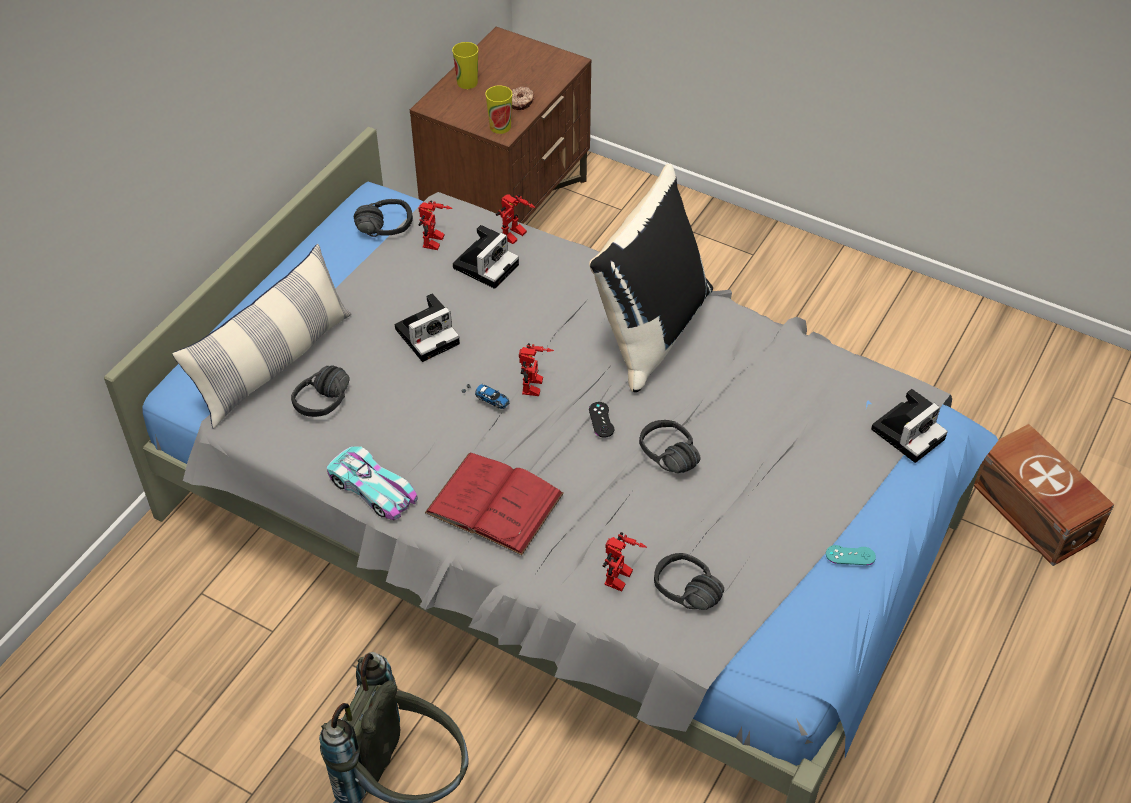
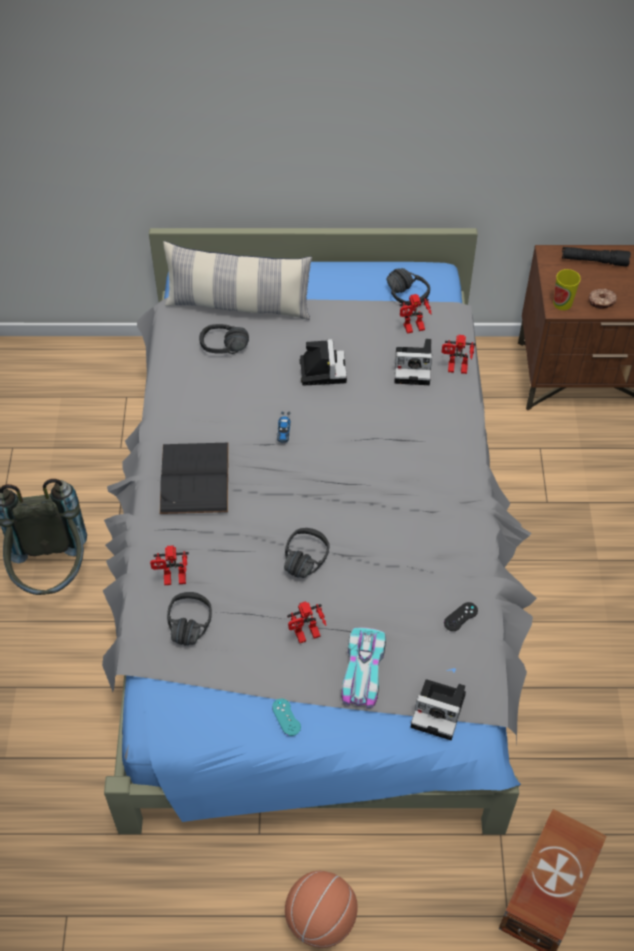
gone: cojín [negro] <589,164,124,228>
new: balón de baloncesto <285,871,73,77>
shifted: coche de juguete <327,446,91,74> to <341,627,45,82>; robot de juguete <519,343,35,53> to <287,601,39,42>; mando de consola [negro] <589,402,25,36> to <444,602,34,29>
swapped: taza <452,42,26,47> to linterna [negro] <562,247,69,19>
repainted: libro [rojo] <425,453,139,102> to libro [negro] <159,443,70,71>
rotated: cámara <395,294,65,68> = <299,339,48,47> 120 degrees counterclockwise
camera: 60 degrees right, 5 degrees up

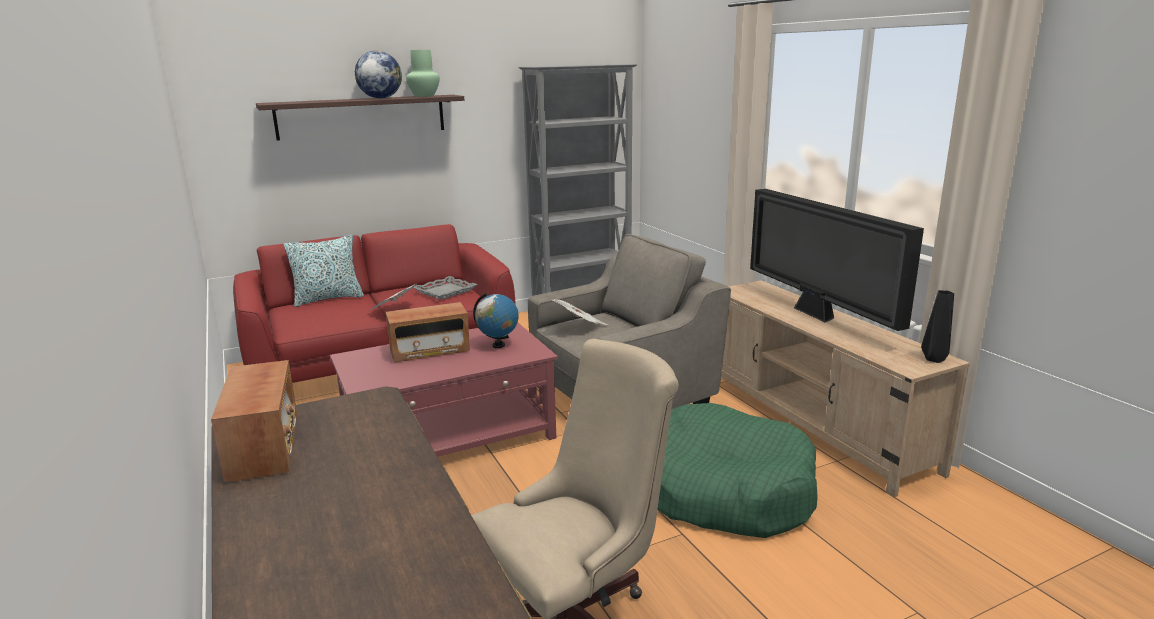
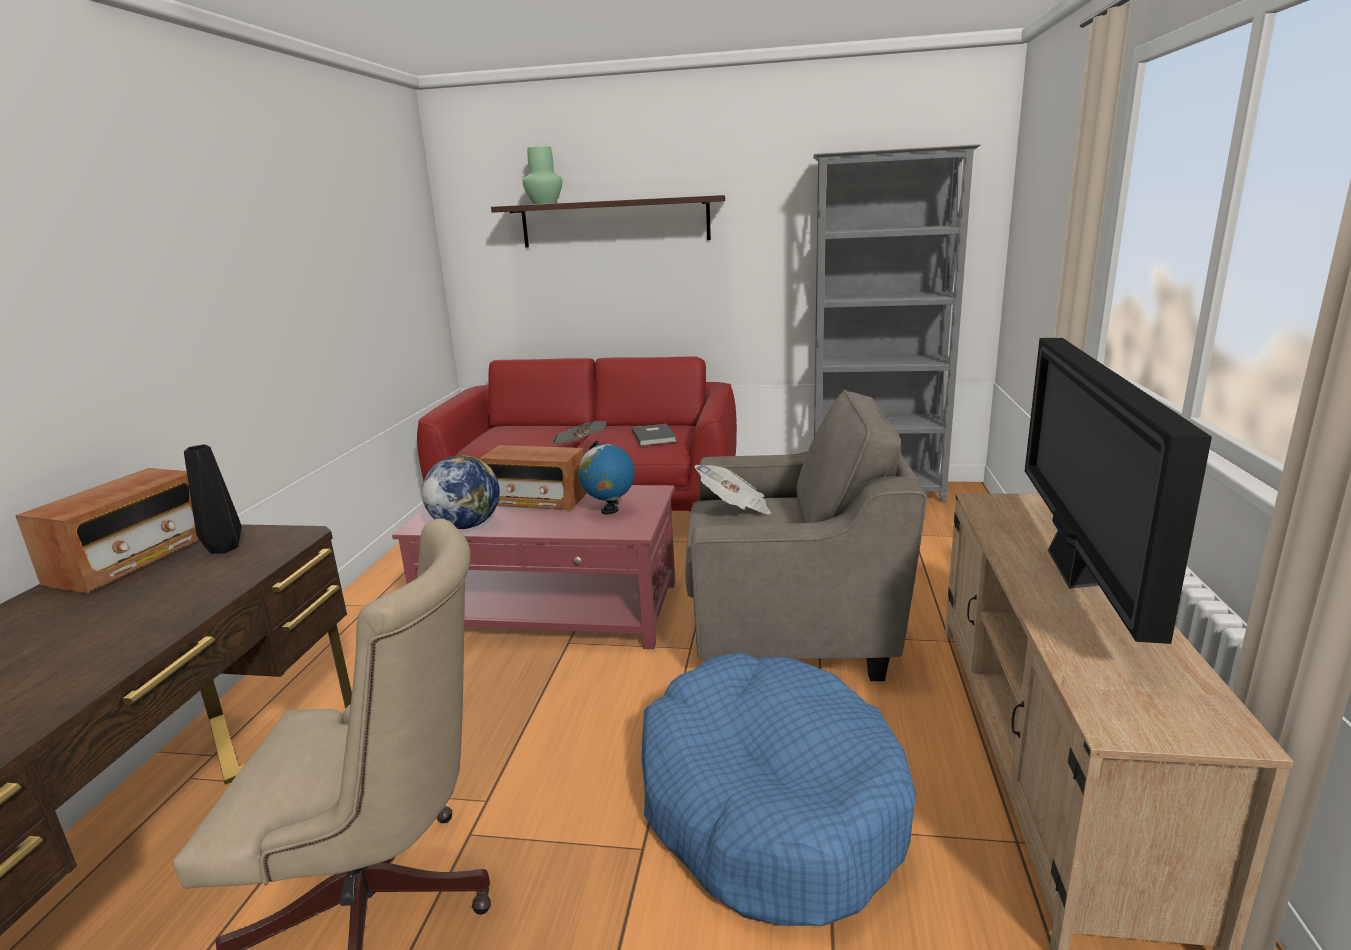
gone: cojín <283,235,81,72>
shifted: globo terráqueo <355,51,47,48> to <422,455,78,74>; florero [verde] <406,50,34,47> to <522,146,40,58>; florero [negro] <921,290,33,73> to <184,444,58,110>
swapped: bandeja [gris] <413,276,64,24> to libro [gris] <631,424,46,22>
repainted: cama para perro [verde] <657,403,161,135> to cama para perro [azul] <641,653,275,273>
camera: 35 degrees right, 0 degrees up

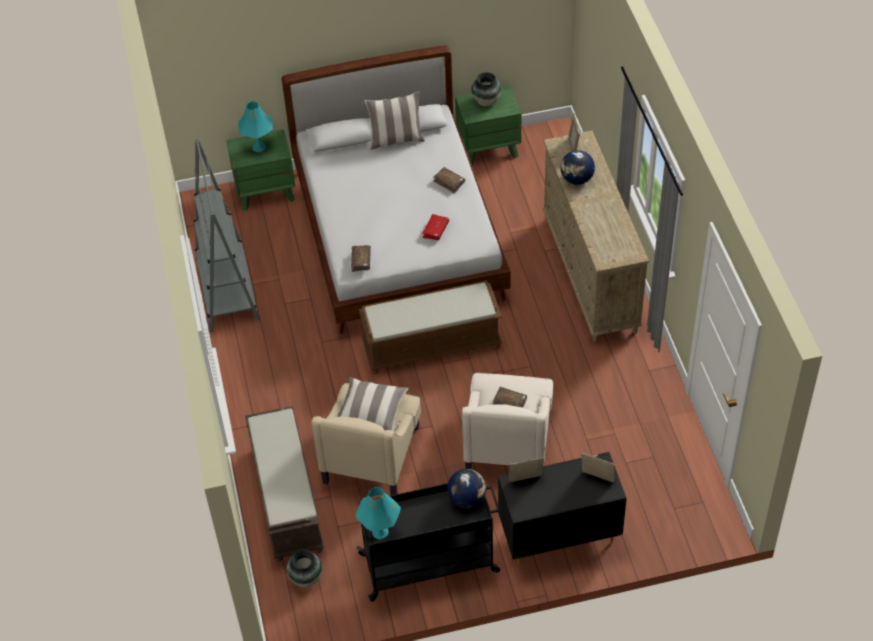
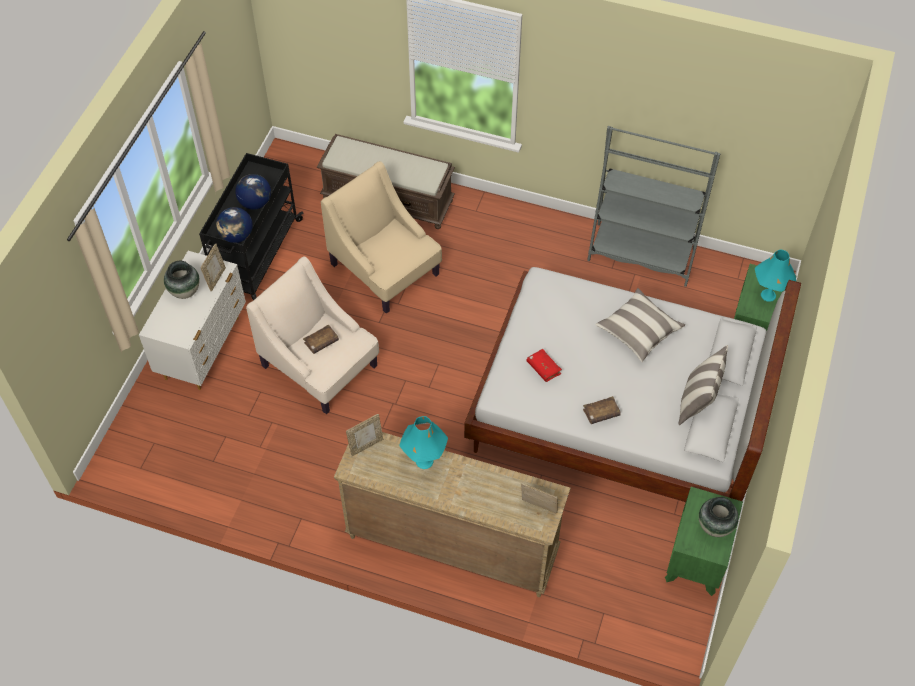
gone: libro [marrón] <351,245,20,27>; banco [marrón] <359,280,143,94>
shifted: florero <287,550,36,37> to <164,261,36,38>; cojín <337,377,72,55> to <595,288,90,74>; lámpara de mesa [turquesa] <356,487,45,52> to <399,416,49,53>; globo terráqueo <560,150,35,35> to <235,174,36,36>; portarretratos <582,452,33,31> to <346,414,37,42>
repainted: cómoda [negro] <498,452,129,113> to cómoda [blanco] <139,251,107,139>
camera: 120 degrees right, 5 degrees up

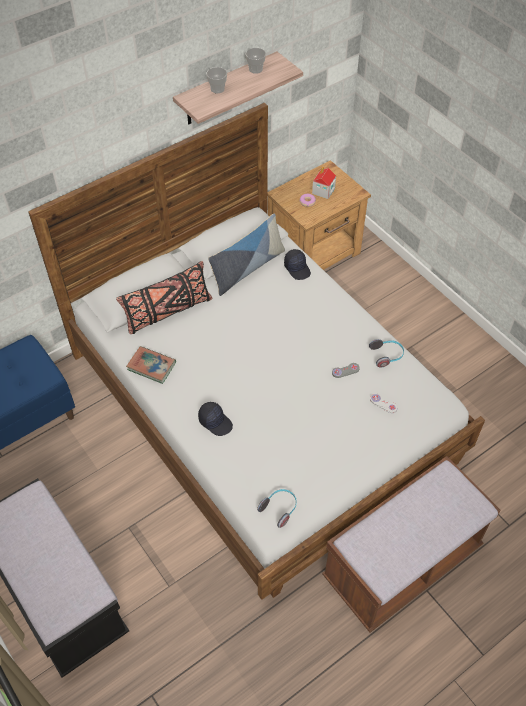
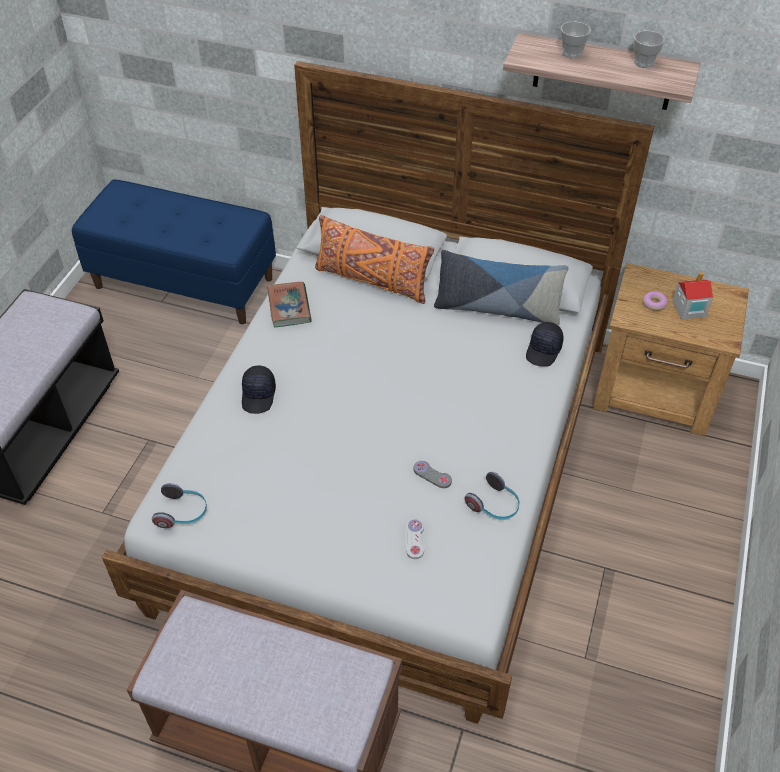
repainted: cojín [negro] <116,261,96,73> to cojín [naranja] <315,215,119,89>
camera: 55 degrees right, 5 degrees down

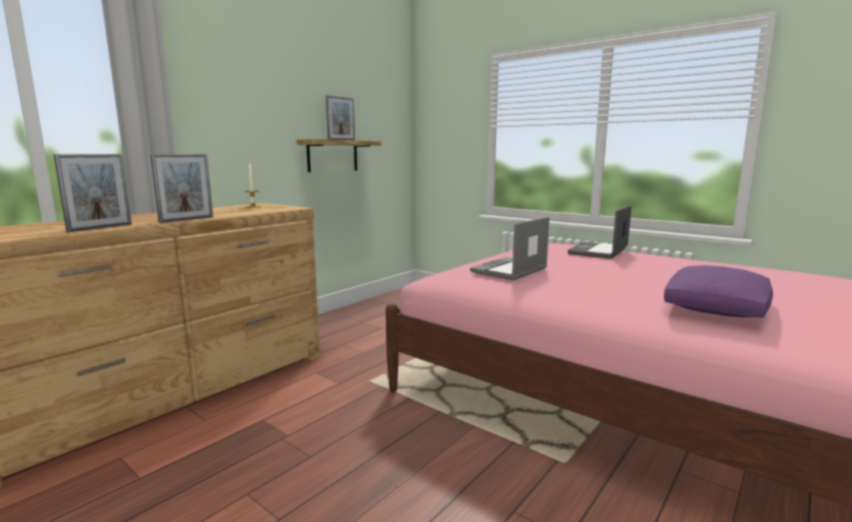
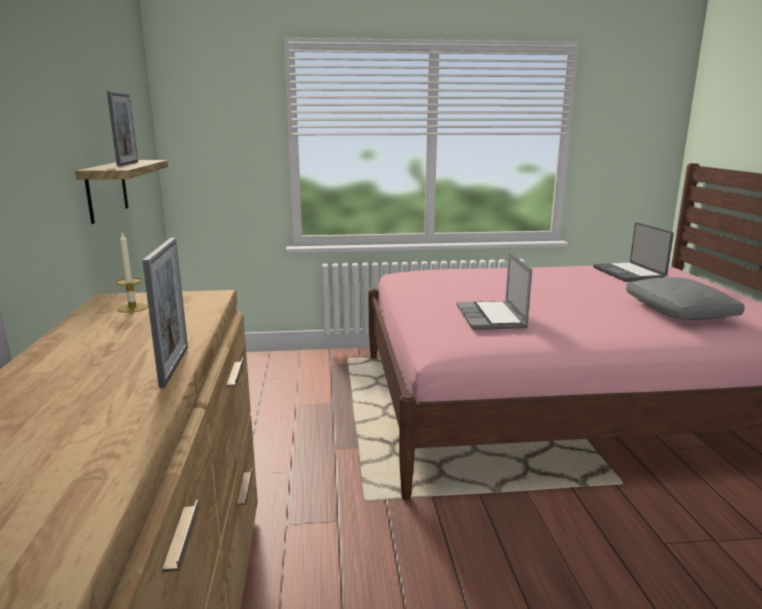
gone: portarretratos <53,154,79,78>
shifted: portátil <568,205,64,54> to <593,222,81,60>
repainted: cojín [morado] <664,265,109,53> to cojín [gris] <626,277,119,43>
camera: 45 degrees left, 5 degrees up

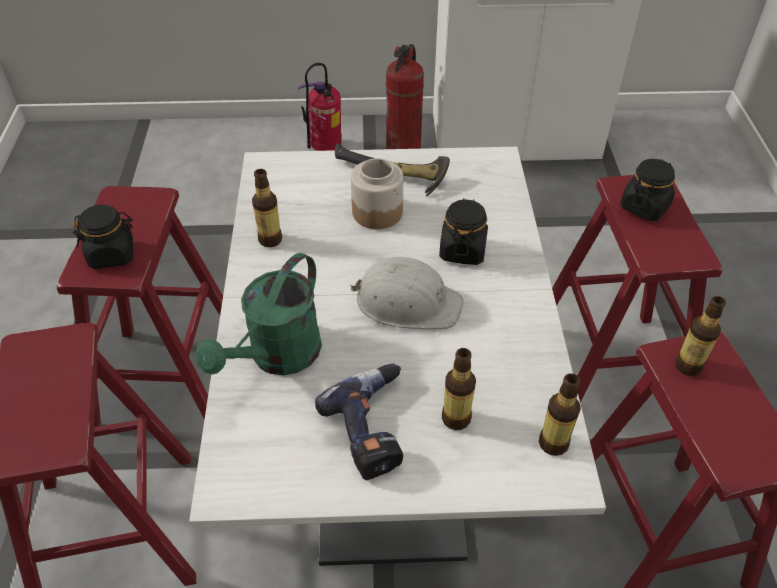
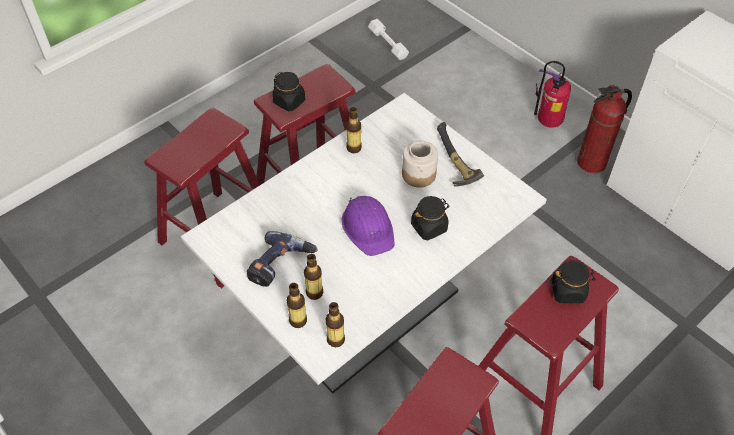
gone: regadera [verde] <196,253,126,122>
new: mancuerna [blanco] <368,19,41,41>
shifted: botella <675,296,51,80> to <286,283,21,45>
repainted: casco [blanco] <350,257,113,72> to casco [morado] <341,196,54,60>
camera: 50 degrees right, 5 degrees up

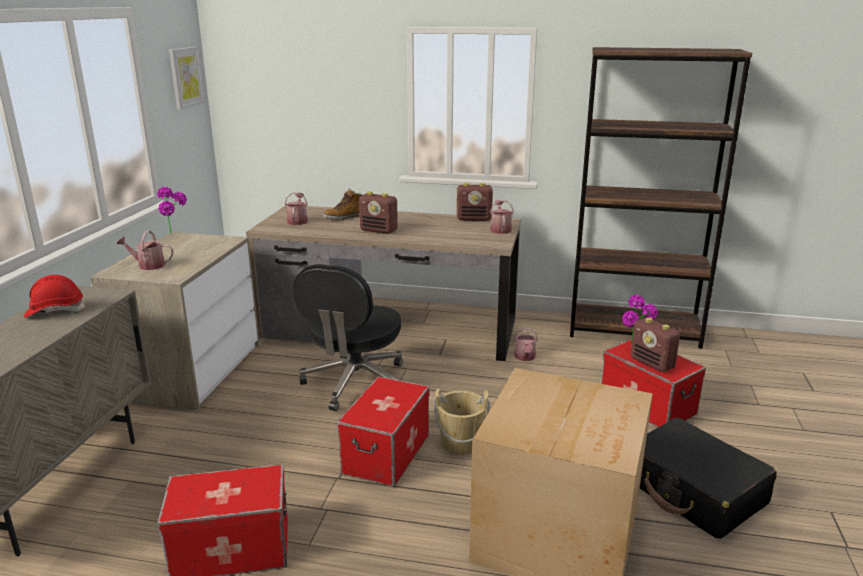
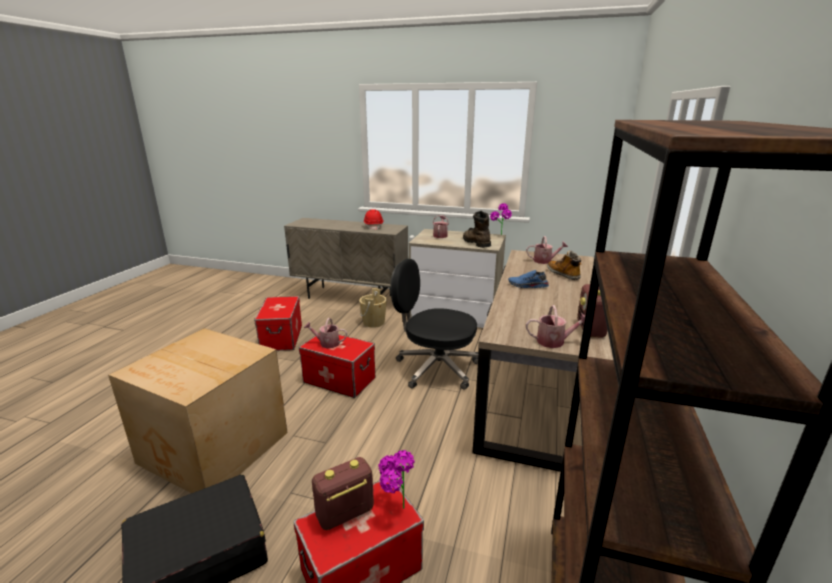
gone: cuadro <169,47,36,63>
new: bota [marrón] <463,211,28,37>
shifted: cubo [beis] <433,388,57,67> to <359,288,28,40>; regadera <514,328,24,33> to <304,318,43,30>
swapped: radio <359,191,39,43> to zapato [azul] <508,270,41,18>
camera: 95 degrees right, 0 degrees up

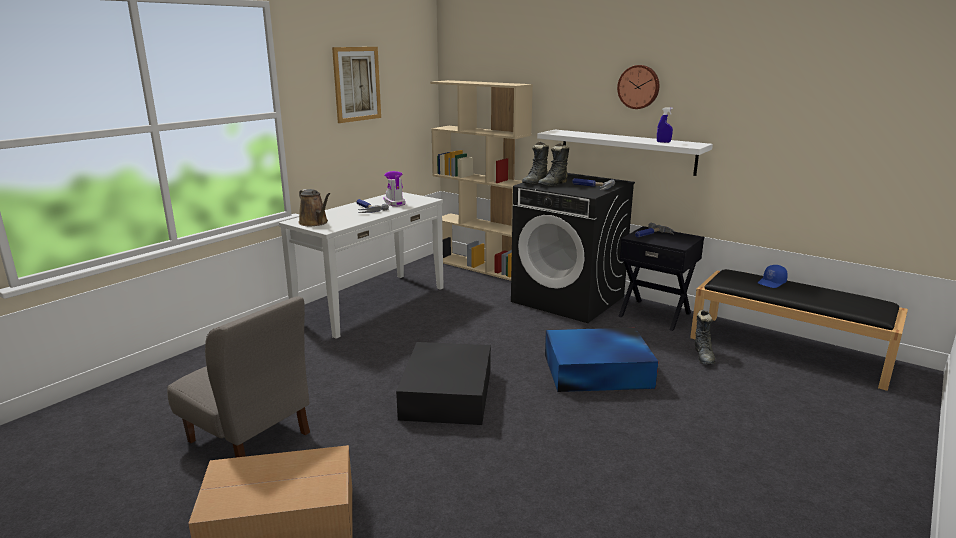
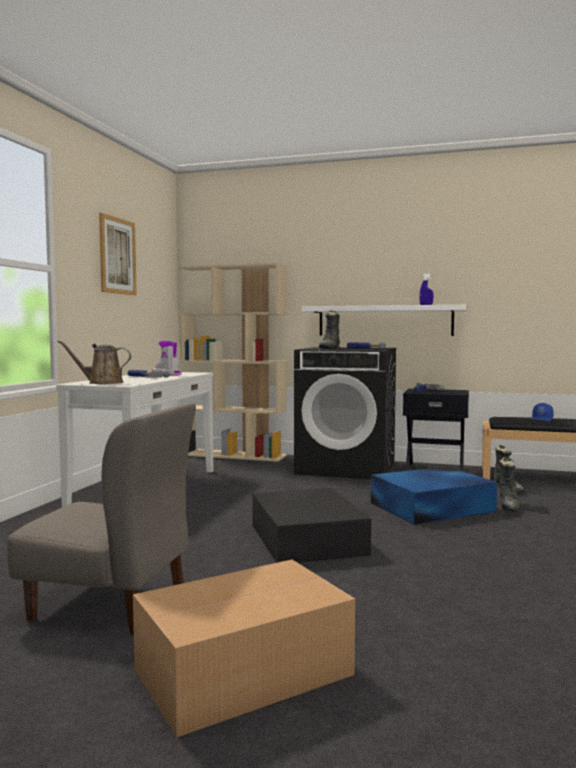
gone: reloj de pared <617,65,42,44>
shifted: bota [negro] <522,141,27,43> to <499,457,21,54>
rotated: regadera [marrón] <298,189,32,37> = <57,340,75,44> 150 degrees clockwise
camera: 20 degrees left, 15 degrees down

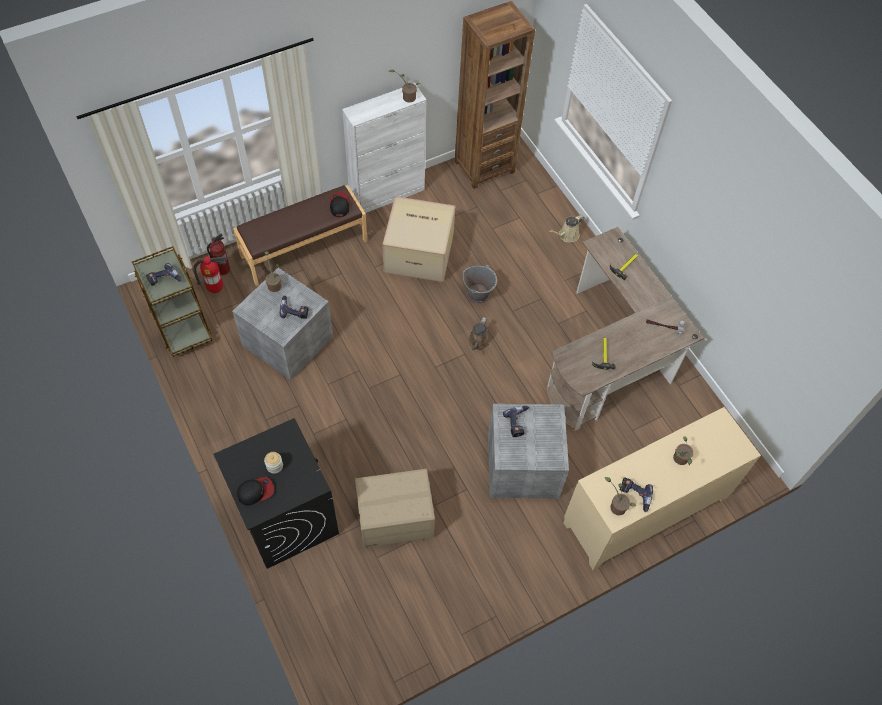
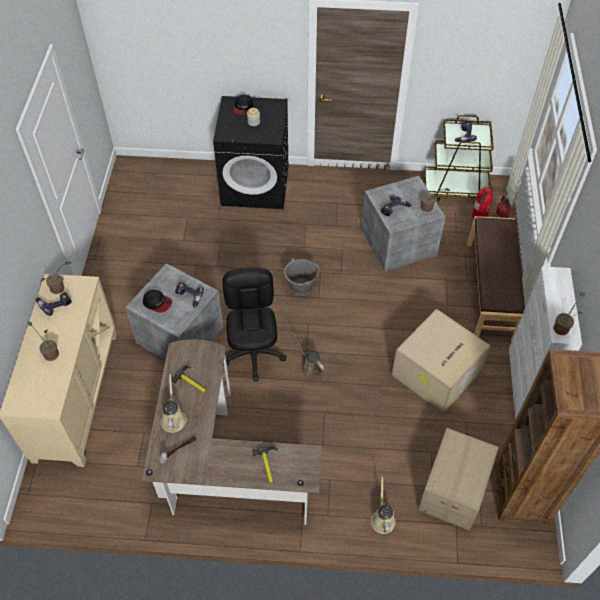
new: regadera [beis] <161,373,26,60>; silla de oficina [negro] <222,267,65,114>
shifted: gorra <330,193,19,24> to <143,290,30,23>; caja de cartón <355,469,80,79> to <418,428,81,102>; cubo [gris] <463,265,34,39> to <284,258,35,38>
camera: 125 degrees right, 5 degrees down

